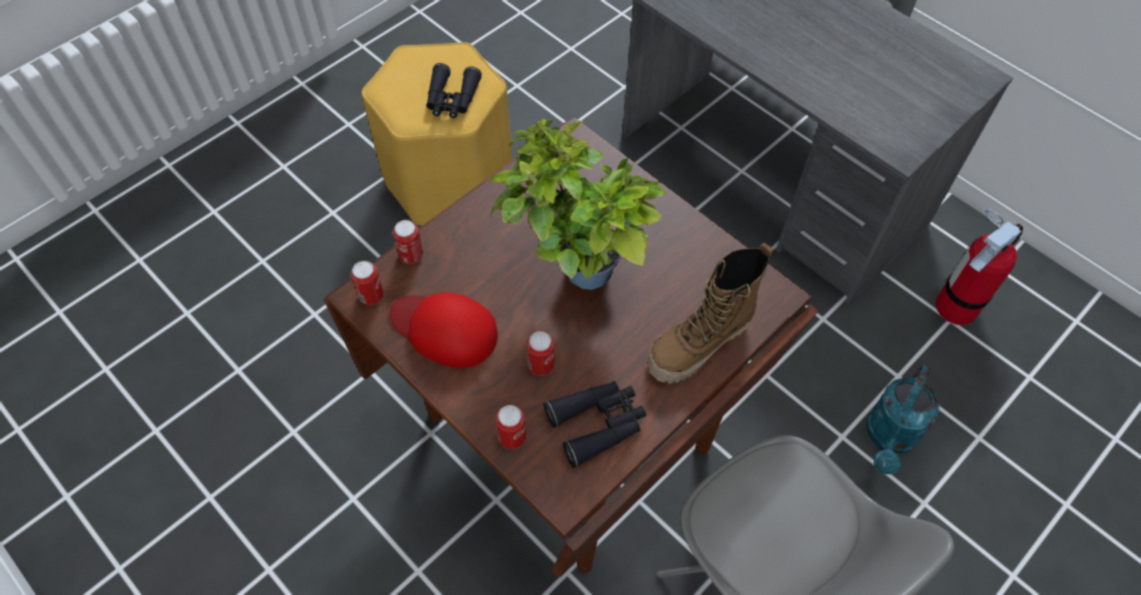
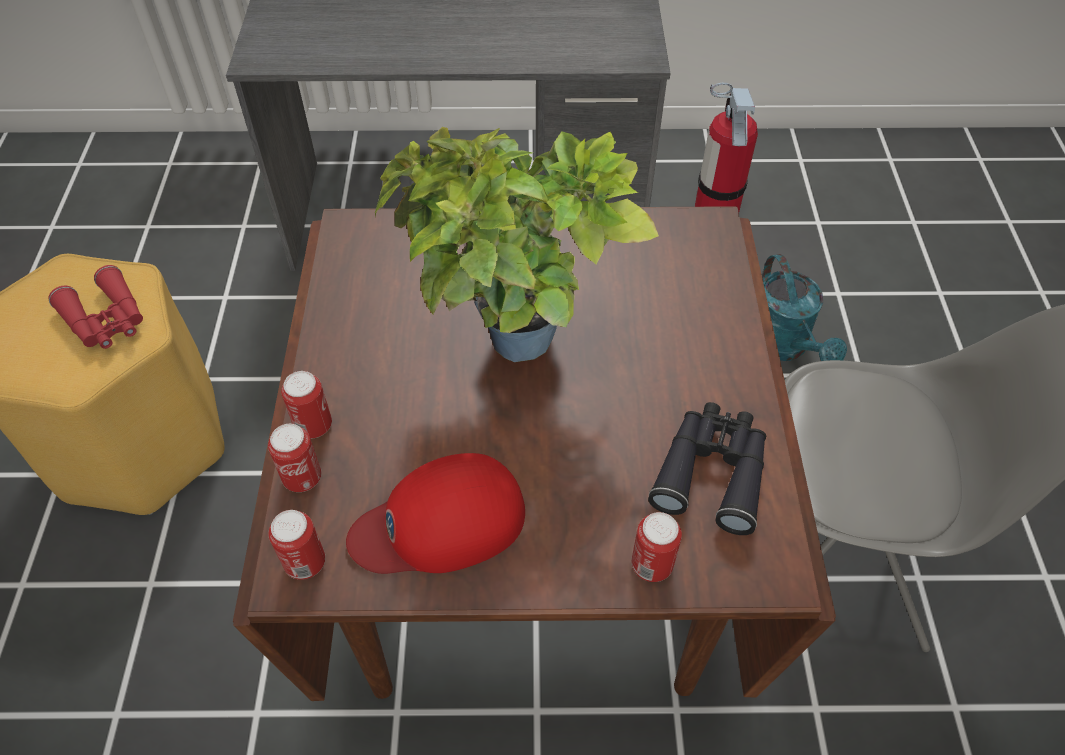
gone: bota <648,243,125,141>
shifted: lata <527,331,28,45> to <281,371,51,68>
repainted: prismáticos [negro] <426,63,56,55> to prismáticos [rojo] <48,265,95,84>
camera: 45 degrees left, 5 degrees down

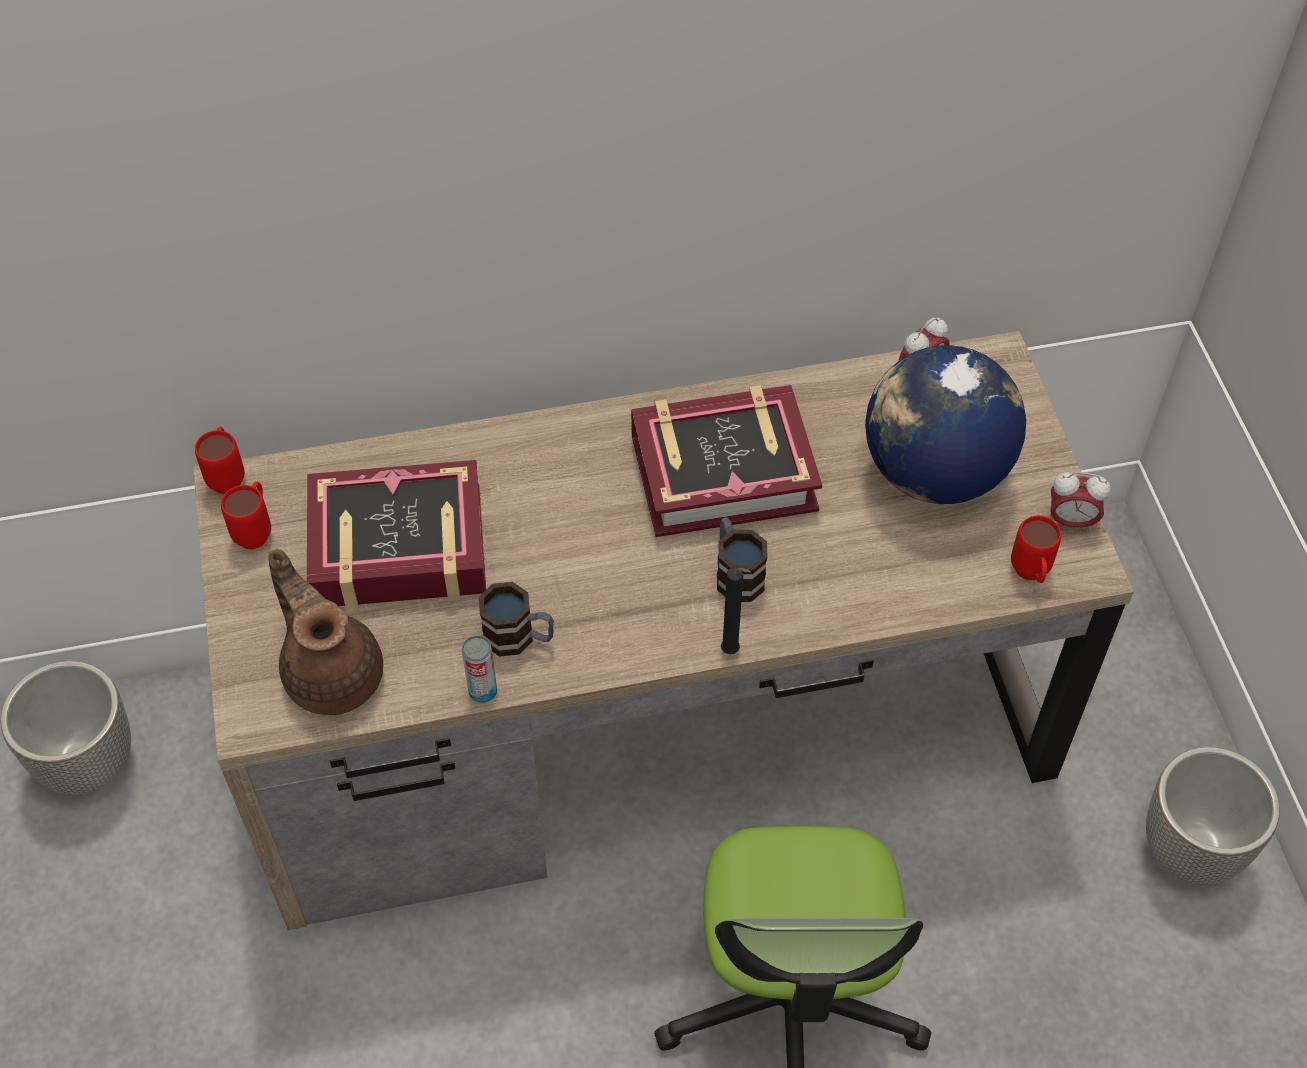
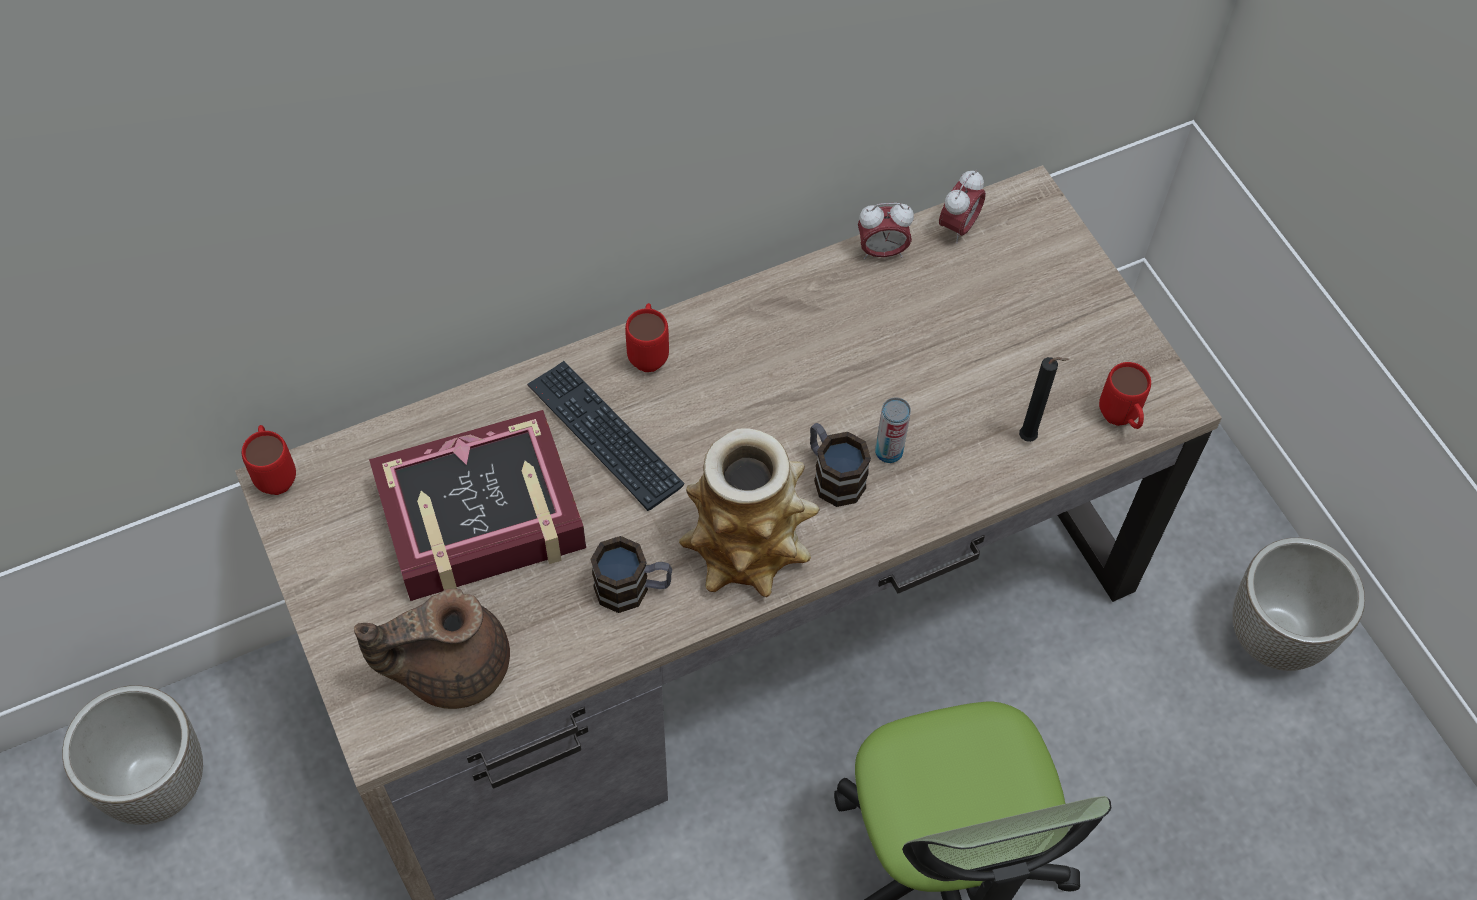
gone: libro <631,385,191,152>; globo terráqueo <865,345,161,159>
new: teclado <527,361,158,150>; florero <679,429,141,168>
shifted: taza grande [rojo] <221,482,50,67> to <625,303,44,69>; lata <462,635,35,68> to <875,398,36,65>; vela [negro] <721,567,30,87> to <1019,357,51,85>; despertador <1050,472,60,59> to <858,203,56,57>
rotated: tetera [marrón] <268,549,115,166> = <354,588,156,121> 60 degrees counterclockwise
camera: 15 degrees left, 5 degrees up

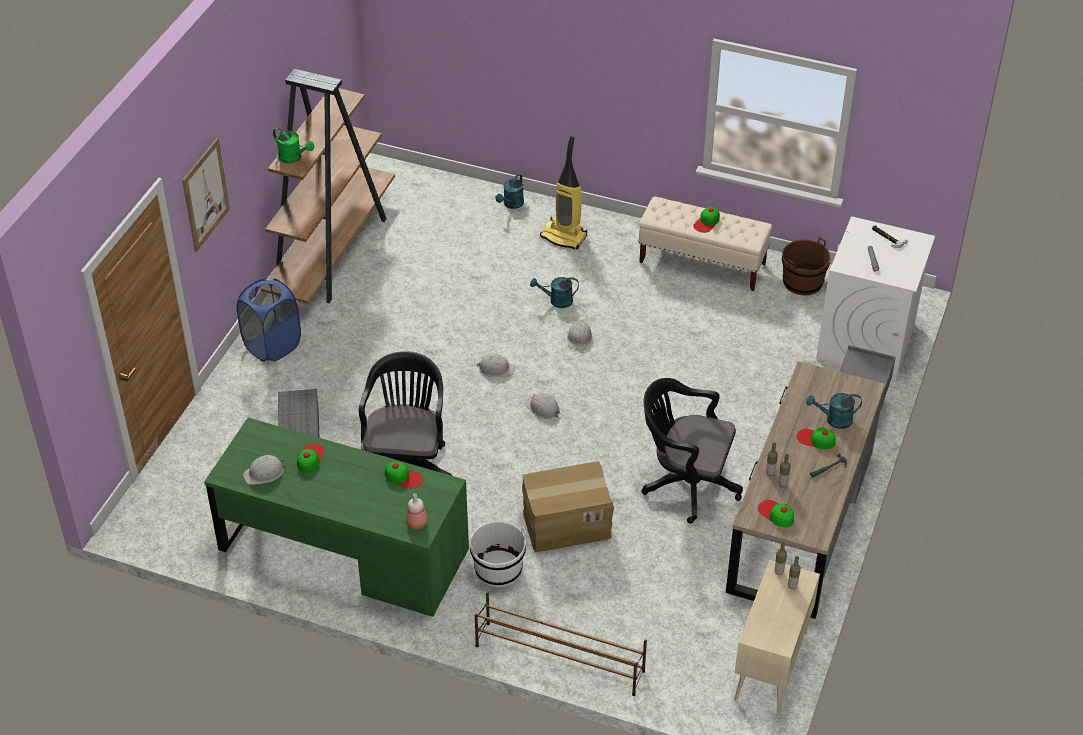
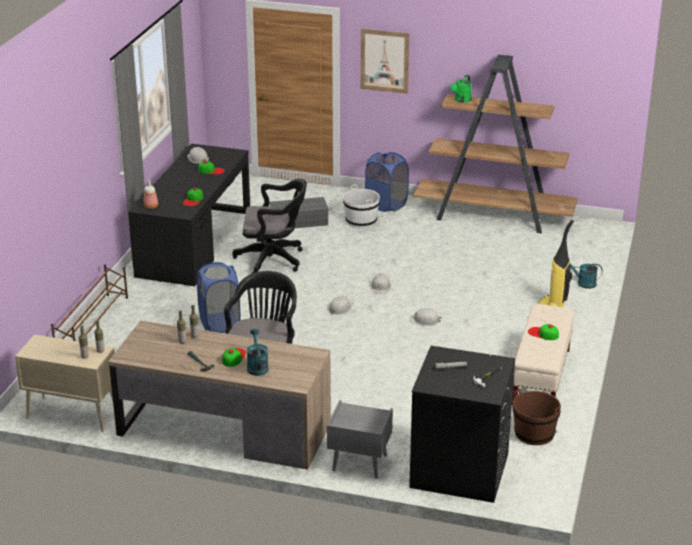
gone: regadera [turquesa] <530,277,49,31>; gorra <758,500,36,27>
shifted: cubo [blanco] <469,521,58,66> to <343,184,37,45>
swapped: caja de cartón <522,462,92,90> to cesto de la ropa [azul] <197,262,44,71>
repainted: escritorio [verde] <204,417,265,200> to escritorio [negro] <128,144,122,142>; lavadora [blanco] <816,217,119,163> to lavadora [negro] <409,346,106,157>
camera: 85 degrees right, 15 degrees down

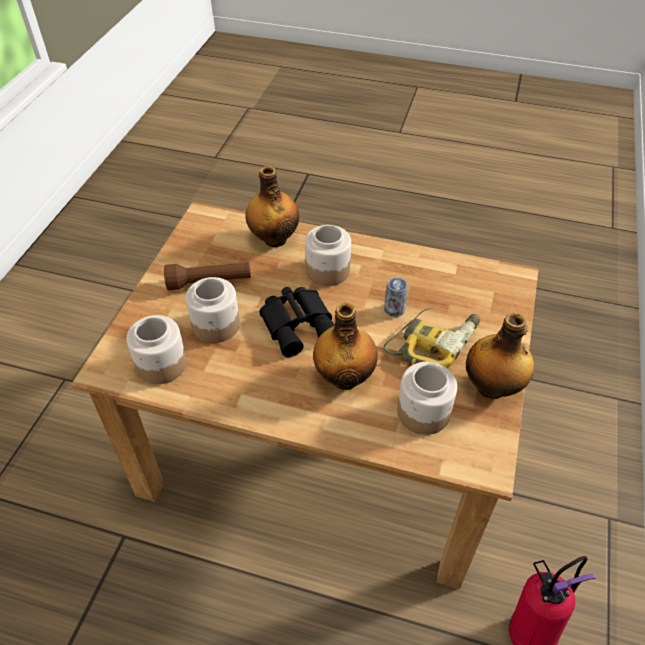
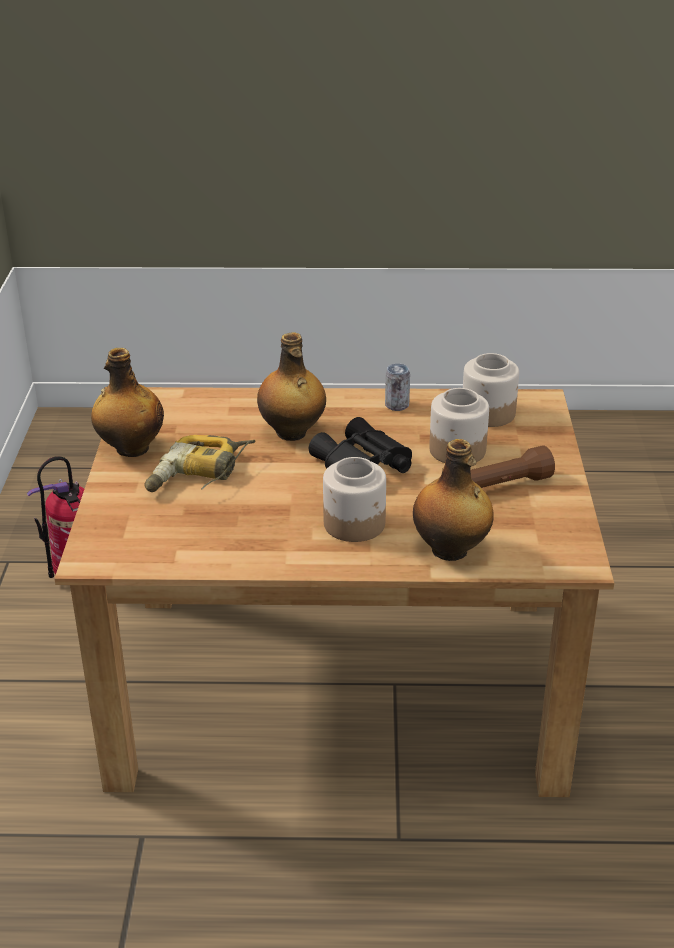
gone: tarro <397,362,60,73>
shifted: lata <384,277,24,40> to <385,363,25,48>
camera: 165 degrees right, 15 degrees down

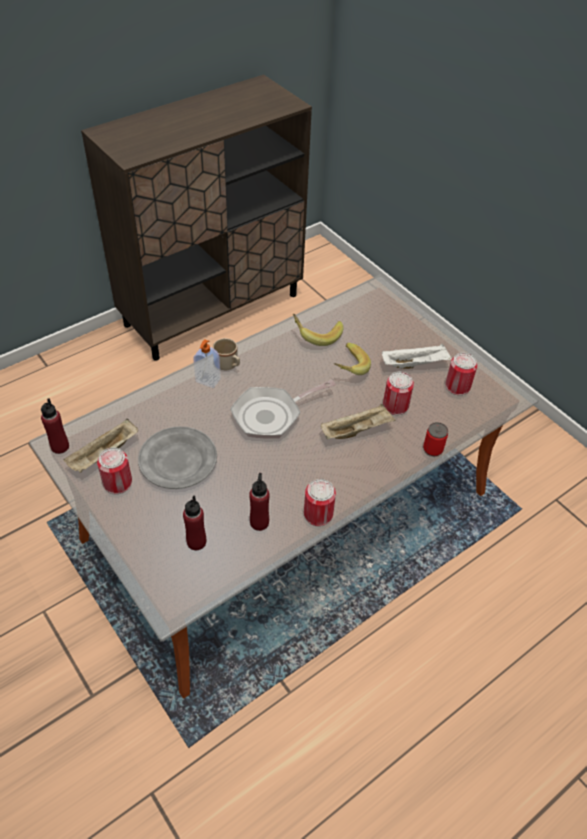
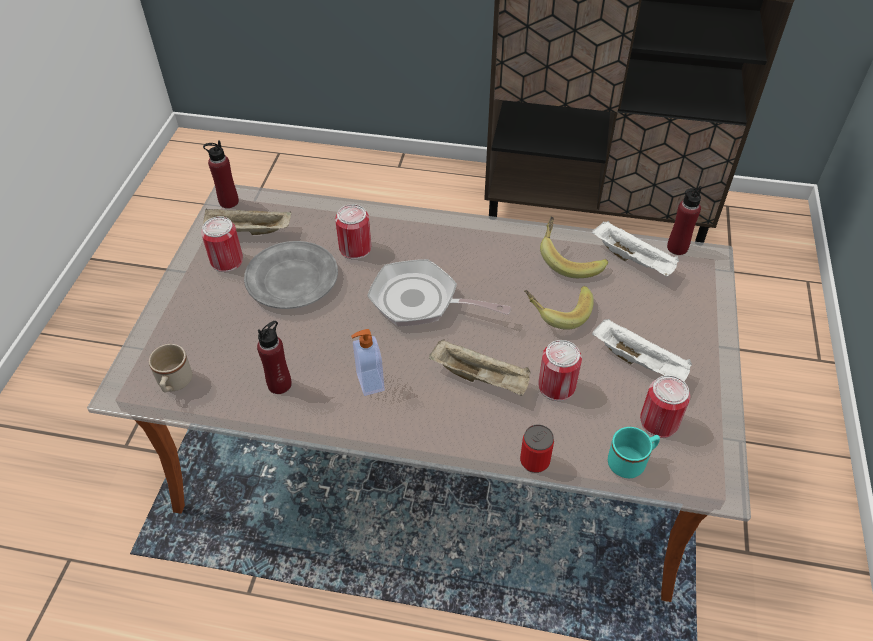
new: bandeja [blanco] <592,221,87,56>; taza grande [turquesa] <608,427,52,51>
shifted: botella [rojo] <183,495,23,55> to <667,186,35,69>; dispensador de jabón <193,339,28,49> to <351,329,34,67>; taza grande [beis] <213,338,27,32> to <149,344,43,49>; lata <304,479,32,47> to <335,204,36,55>
camera: 50 degrees right, 0 degrees up

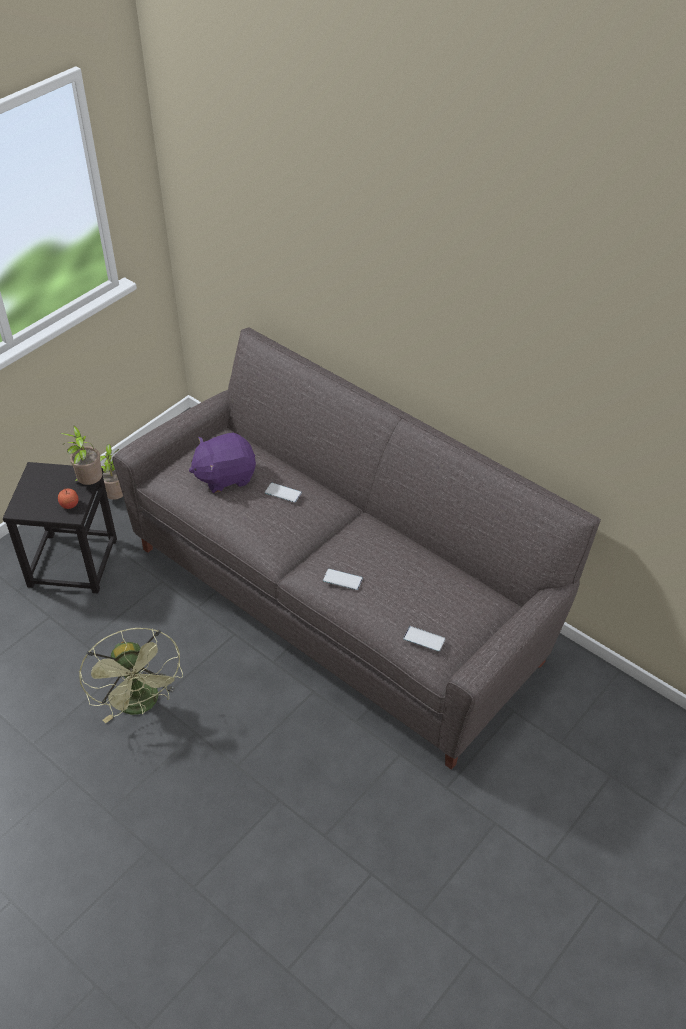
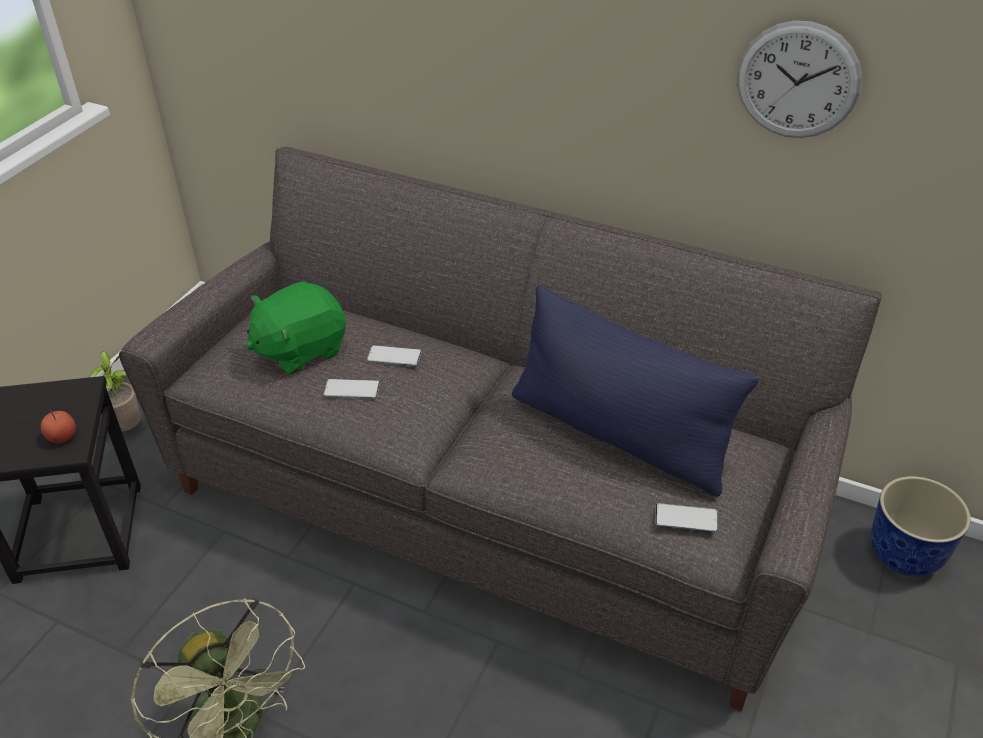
gone: planta en maceta <61,425,41,60>
new: cojín [azul] <512,285,247,212>; reloj de pared <737,21,125,117>; maceta <871,476,100,101>
shifted: móvil <323,569,40,21> to <323,379,57,19>
repainted: peluche [morado] <189,433,67,60> to peluche [verde] <246,281,100,94>
camera: 15 degrees left, 5 degrees down

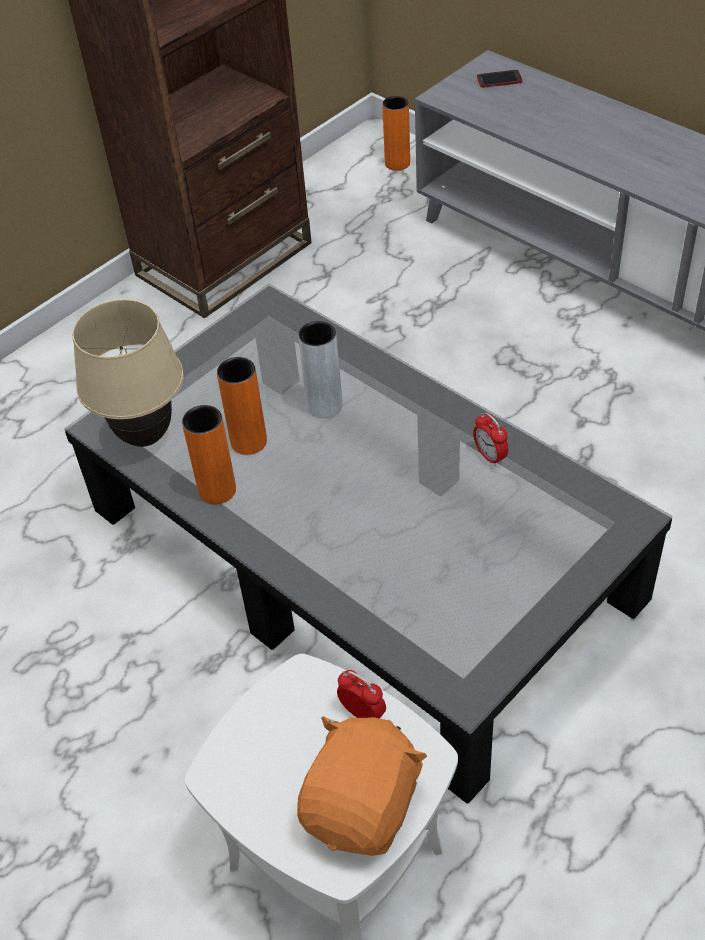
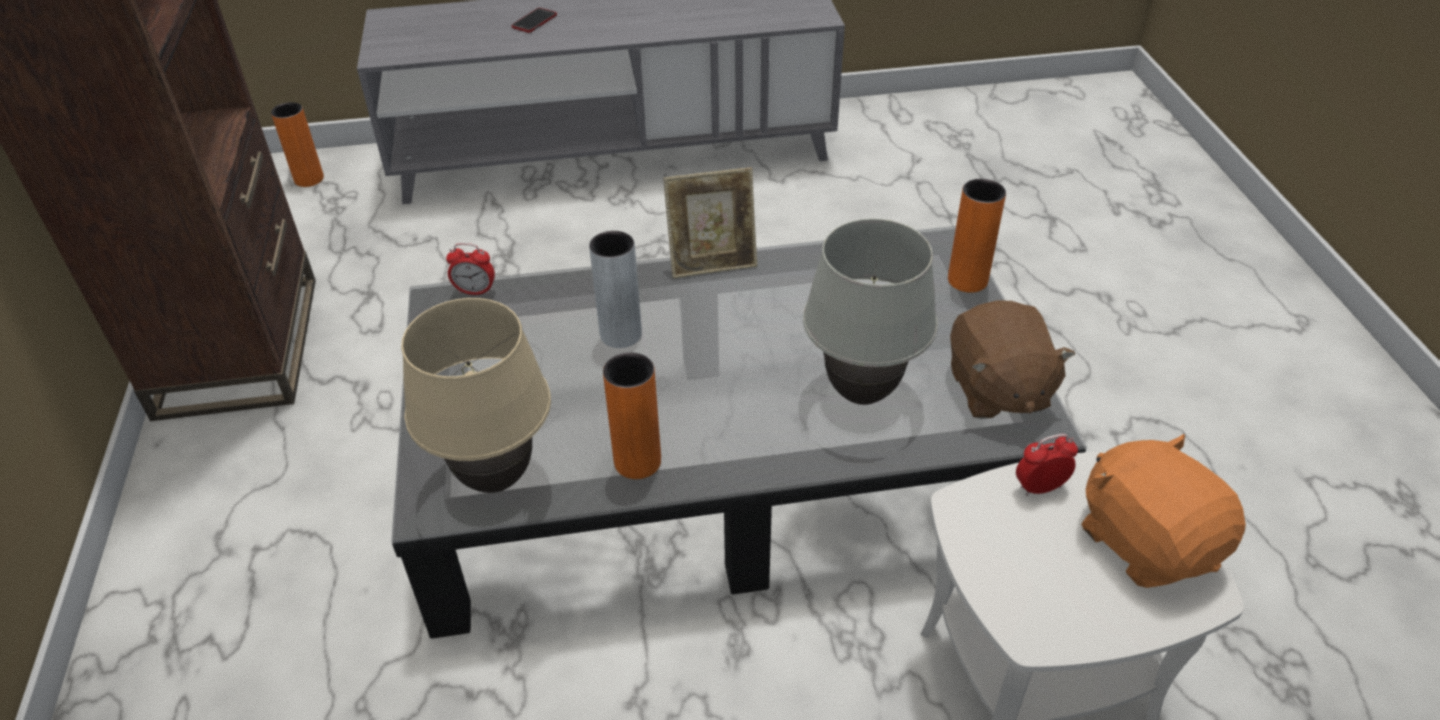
new: portarretratos <663,167,94,111>; lámpara de mesa [blanco] <803,218,135,187>; peluche [marrón] <950,301,125,118>
shifted: florero [naranja] <217,357,50,98> to <948,179,58,114>; despertador <473,413,35,53> to <446,243,49,52>; móvil <477,70,45,18> to <511,8,46,25>
camera: 55 degrees left, 5 degrees down

